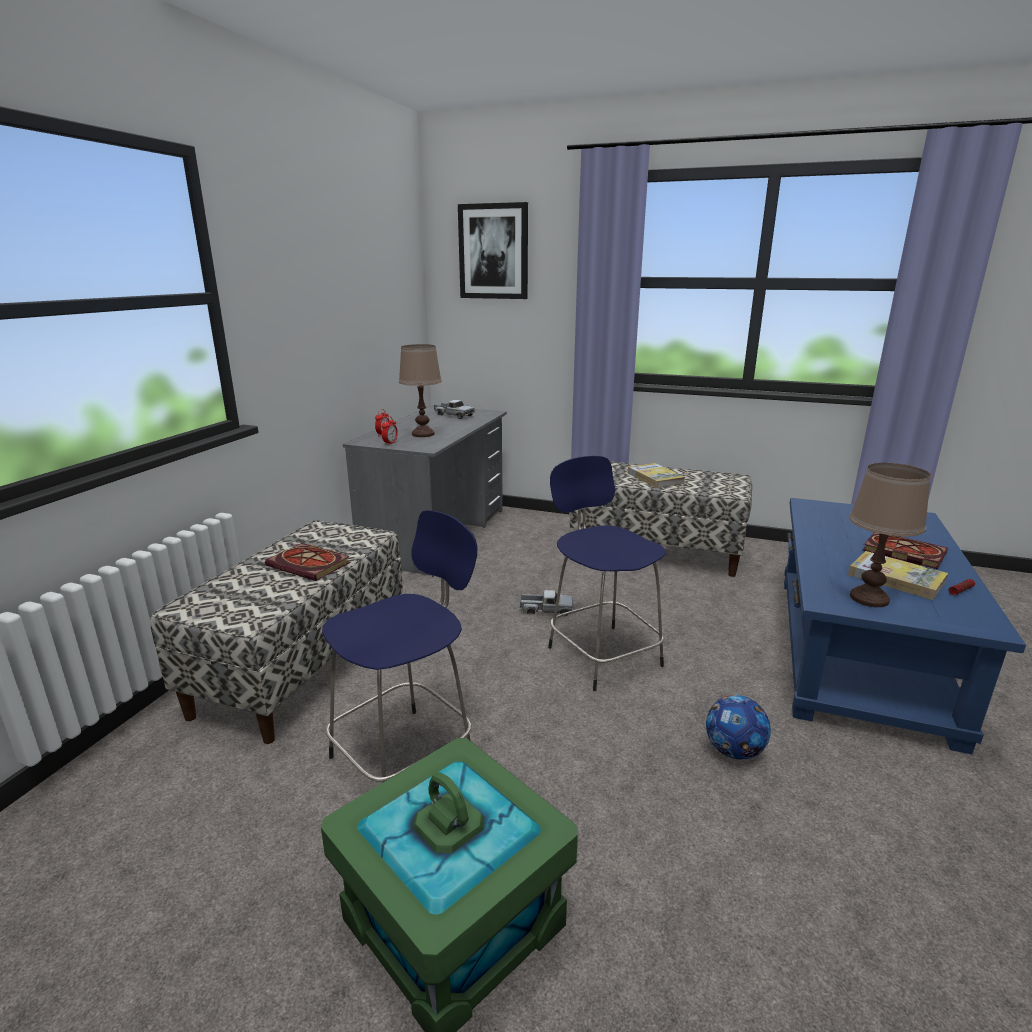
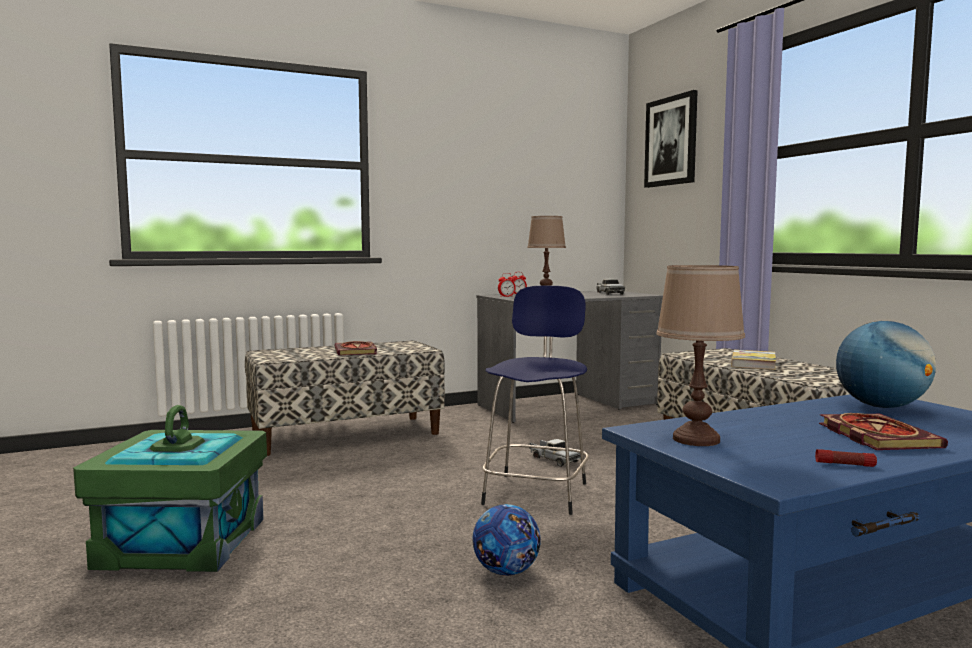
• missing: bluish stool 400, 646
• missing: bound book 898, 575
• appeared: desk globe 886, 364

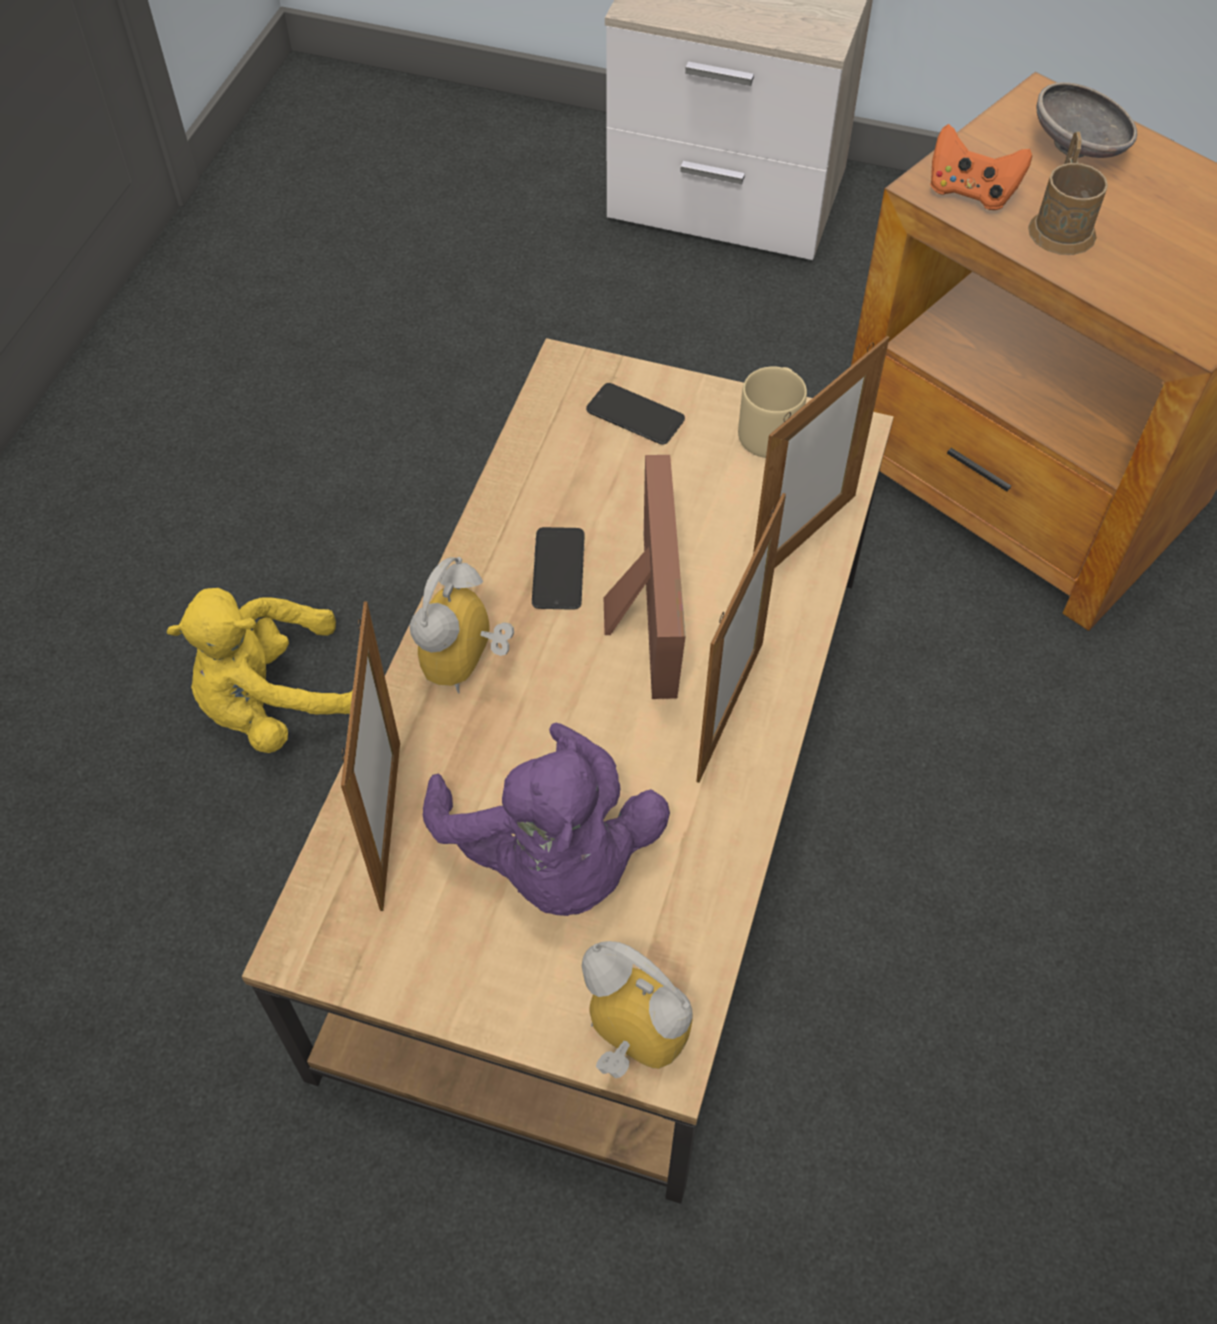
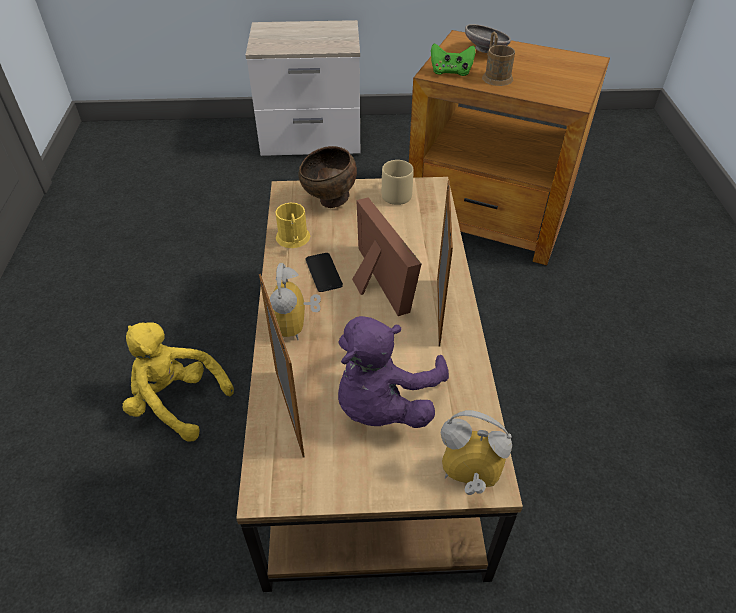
• colour: orange game controller 981, 167 to green game controller 453, 59
• missing: picture frame 821, 452
• exchanged: telephone 635, 414 to brown deep dish 327, 177
• spun: yellow plush toy 260, 670 = 178, 382 75 degrees clockwise
• spun: purple-coloured plush toy 546, 819 = 393, 372 75 degrees clockwise
• appeared: yellow tea mug 292, 225

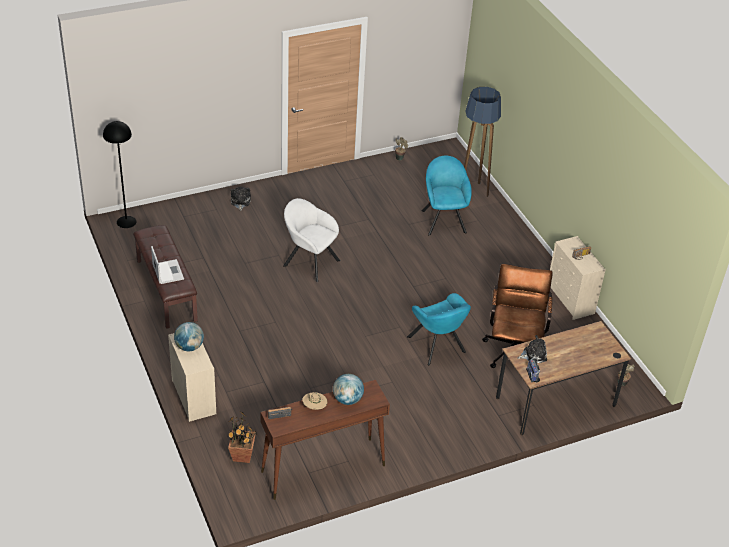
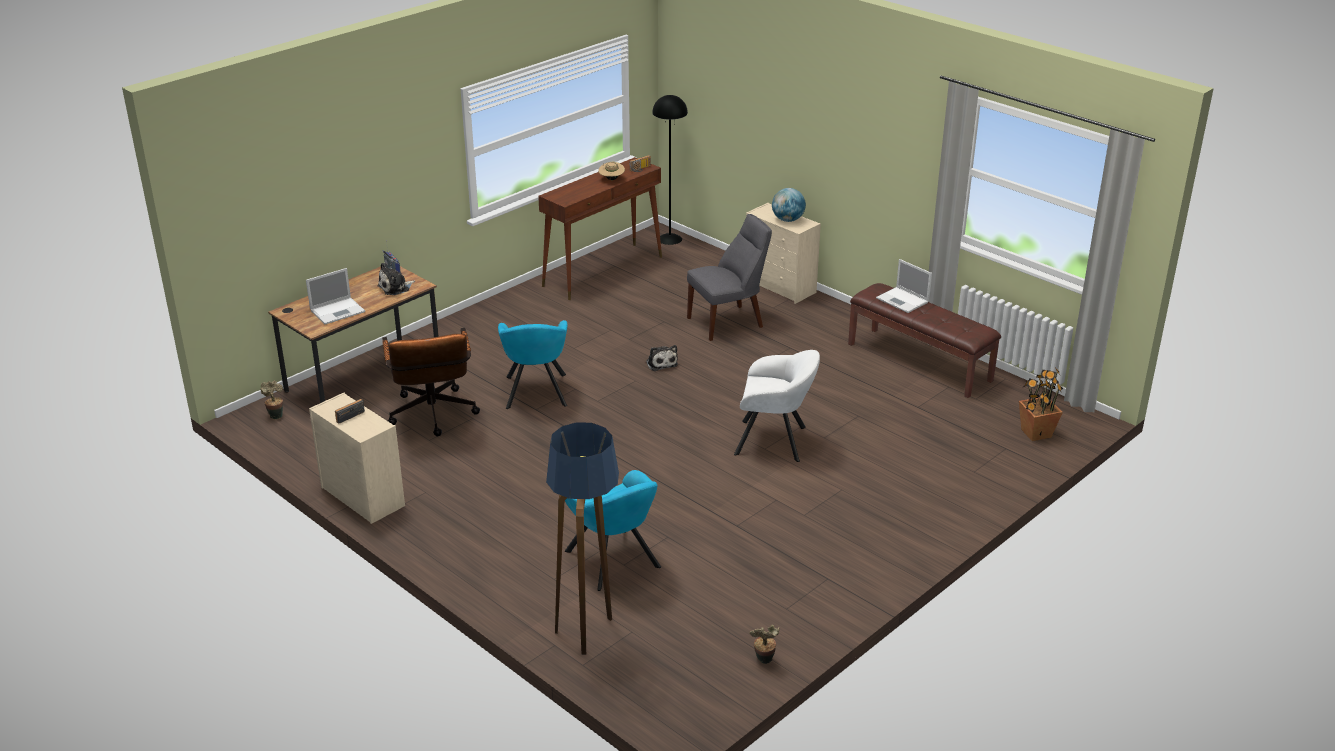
• relocated: blackish floor lamp 119, 174 to 670, 170
• relocated: plush toy 241, 199 to 662, 358
• spun: blue-green easy chair 439, 329 = 532, 364 135 degrees counterclockwise
• missing: desk globe 348, 389
• relocated: plant in a pot 242, 437 to 1041, 404
• appeared: gray upright chair 729, 277
• appeared: notebook computer 335, 296

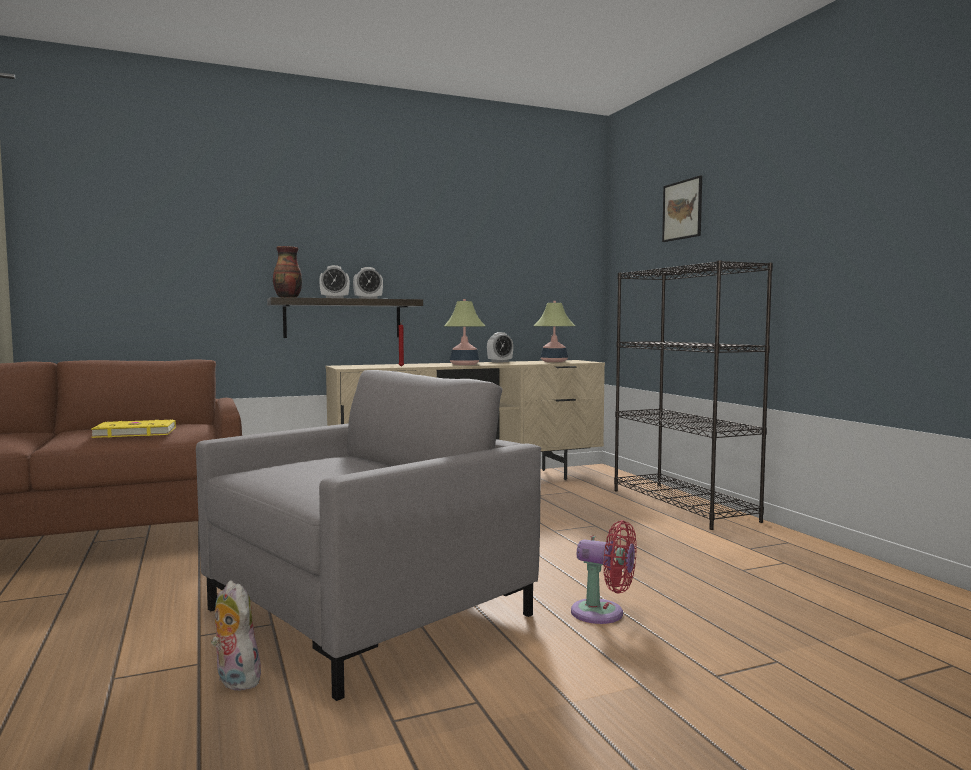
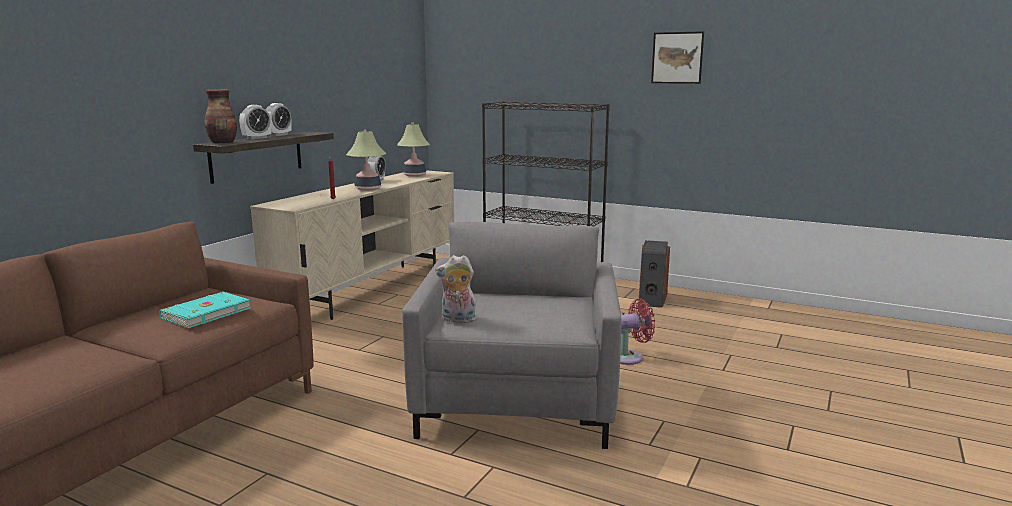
• relocated: wall art 682, 208 to 677, 57
• colour: yellow bound book 133, 428 to blue-green bound book 205, 310
• relocated: plush toy 236, 636 to 456, 289
• appeared: loudspeaker 654, 274

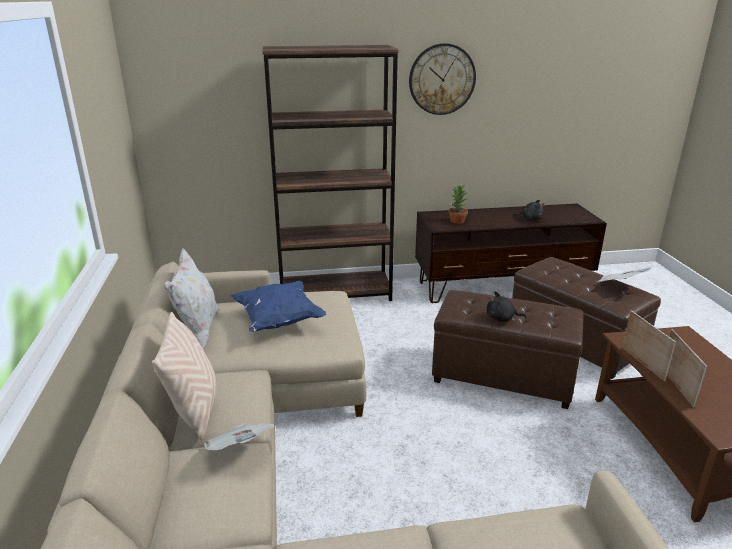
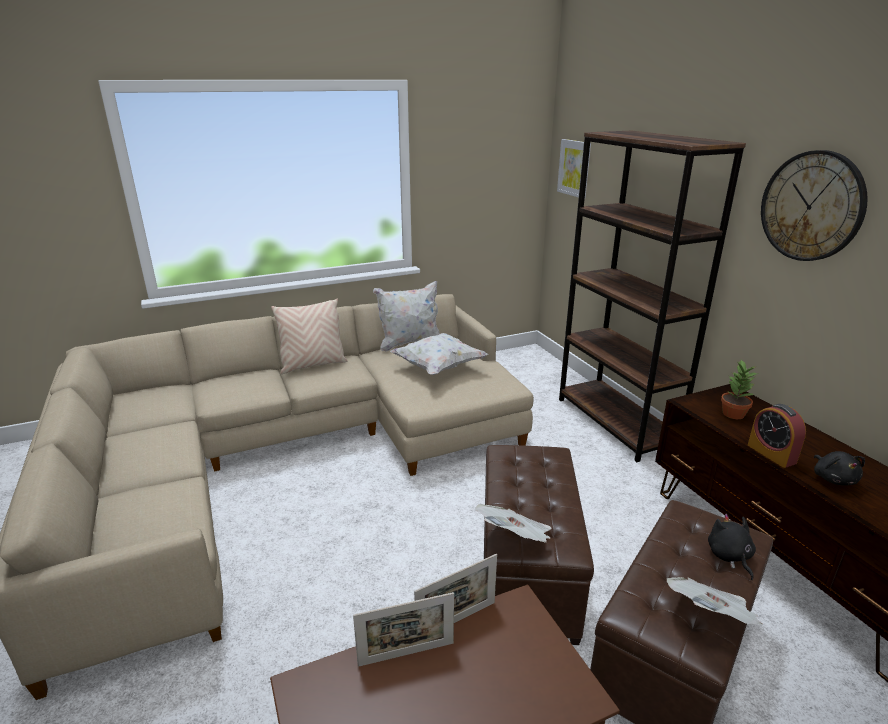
• colour: bluish throw pillow 278, 306 to whitish throw pillow 439, 354
• relocated: blackish plush toy 506, 306 to 732, 547
• relocated: newspaper 239, 436 to 513, 523
• appeared: wall art 574, 168
• appeared: table clock 777, 436

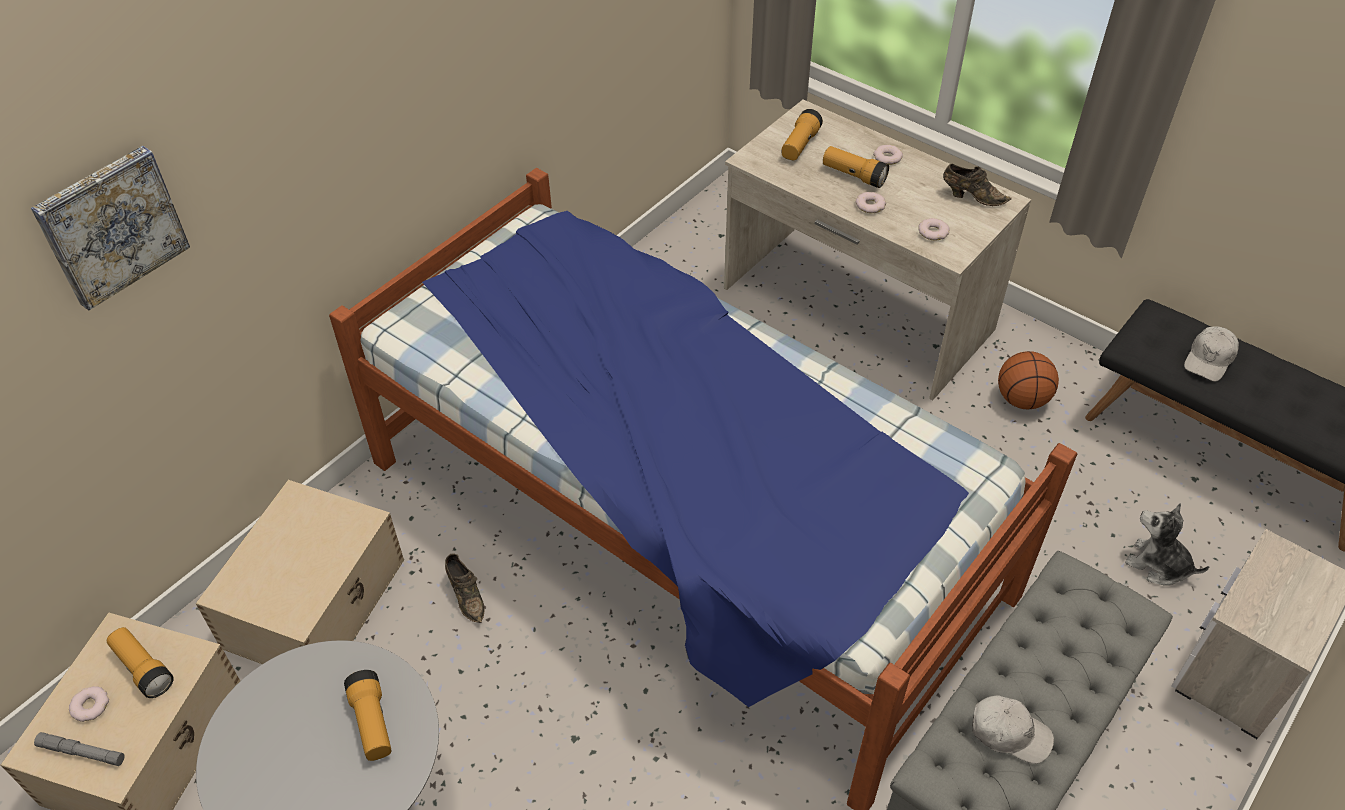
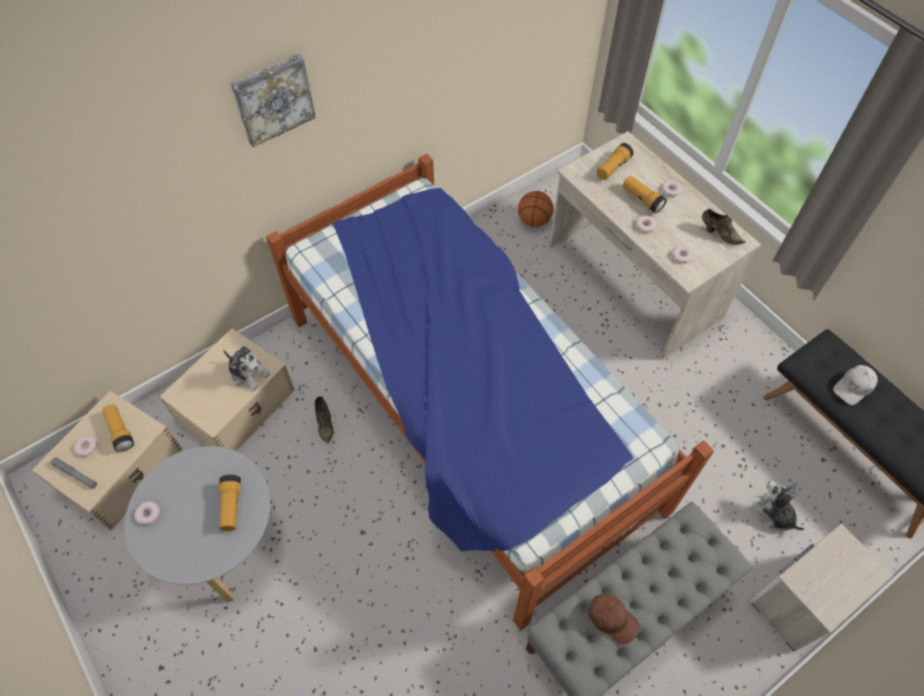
• relocated: wall art 110, 228 to 273, 100
• relocated: ball for basketball 1028, 380 to 536, 209
• colour: whitish cap 1013, 729 to brown cap 614, 619
• appeared: plush toy 246, 368
• appeared: ring doughnut 147, 513

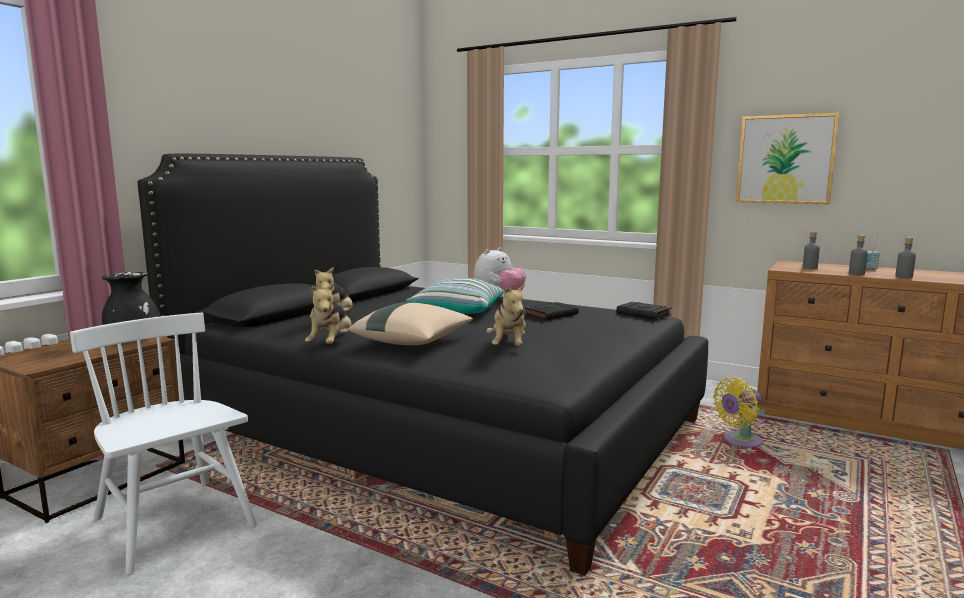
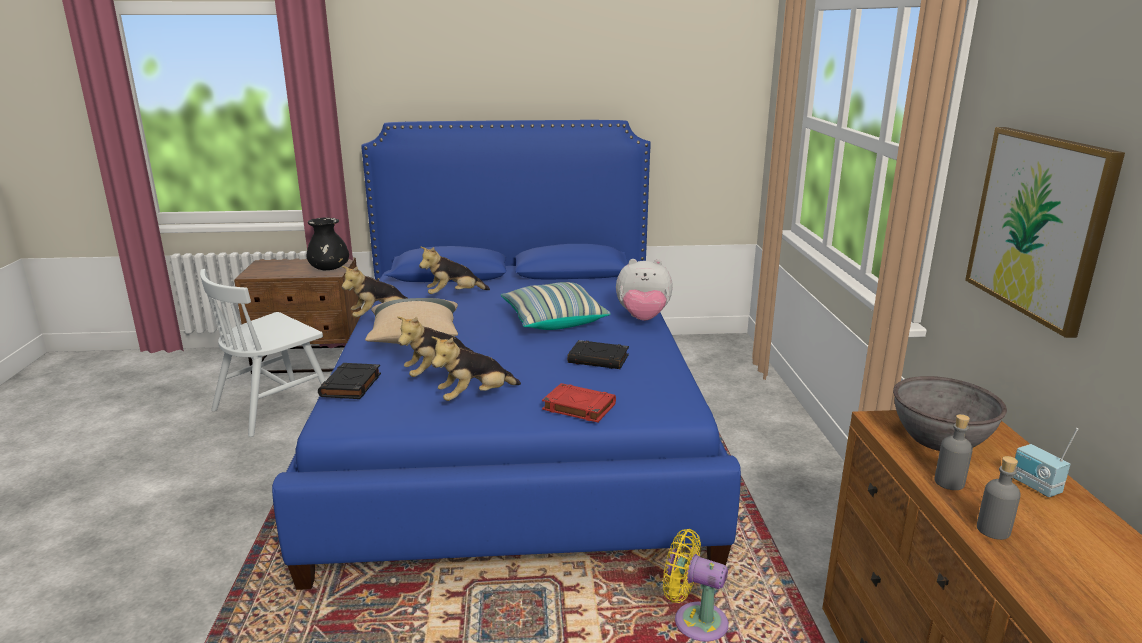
• colour: blackish bed 423, 365 to bluish bed 506, 355
• exchanged: gray beverage bottle 811, 250 to gray deep dish 950, 413
• relocated: blackish bound book 644, 311 to 349, 381
• spun: whitish upright chair 163, 444 = 263, 353 150 degrees counterclockwise
• appeared: plush toy 476, 368
• appeared: red bound book 579, 403

